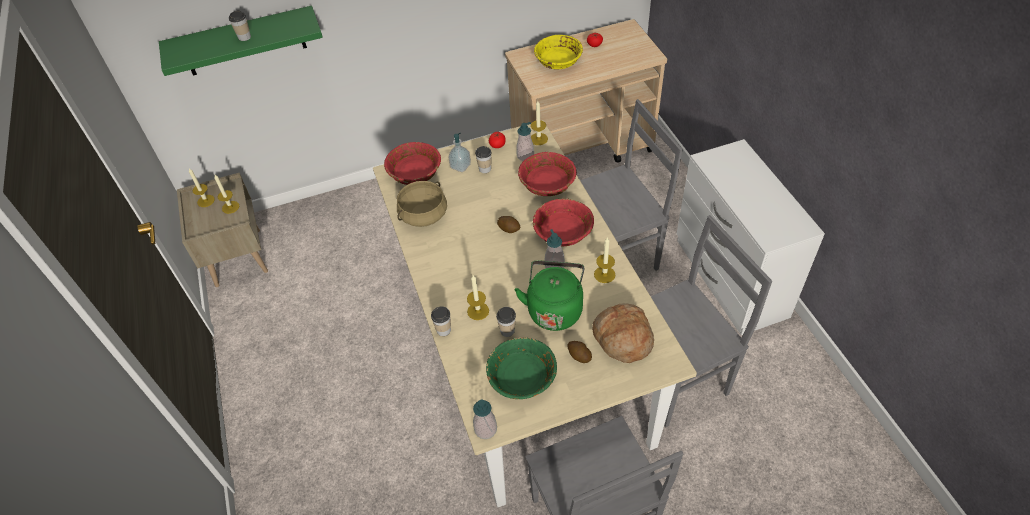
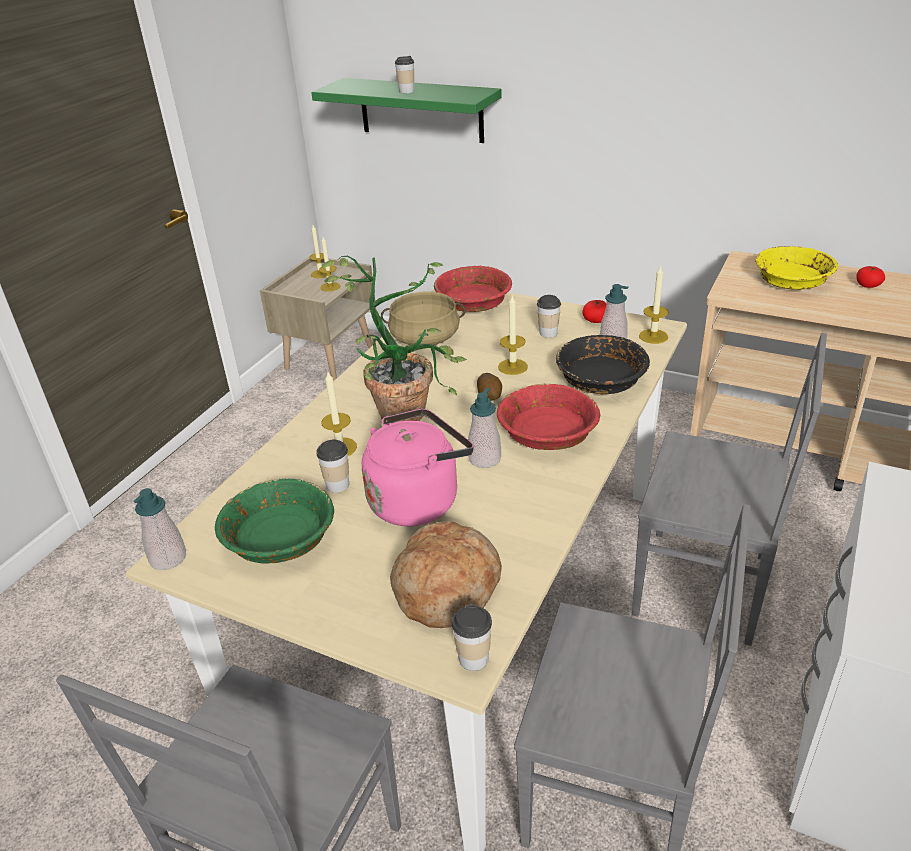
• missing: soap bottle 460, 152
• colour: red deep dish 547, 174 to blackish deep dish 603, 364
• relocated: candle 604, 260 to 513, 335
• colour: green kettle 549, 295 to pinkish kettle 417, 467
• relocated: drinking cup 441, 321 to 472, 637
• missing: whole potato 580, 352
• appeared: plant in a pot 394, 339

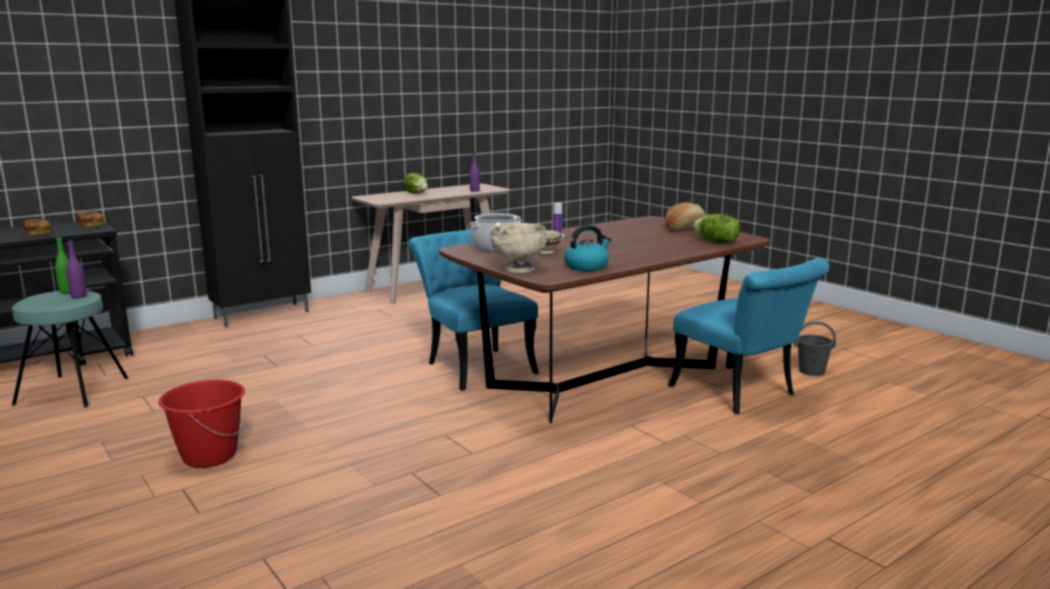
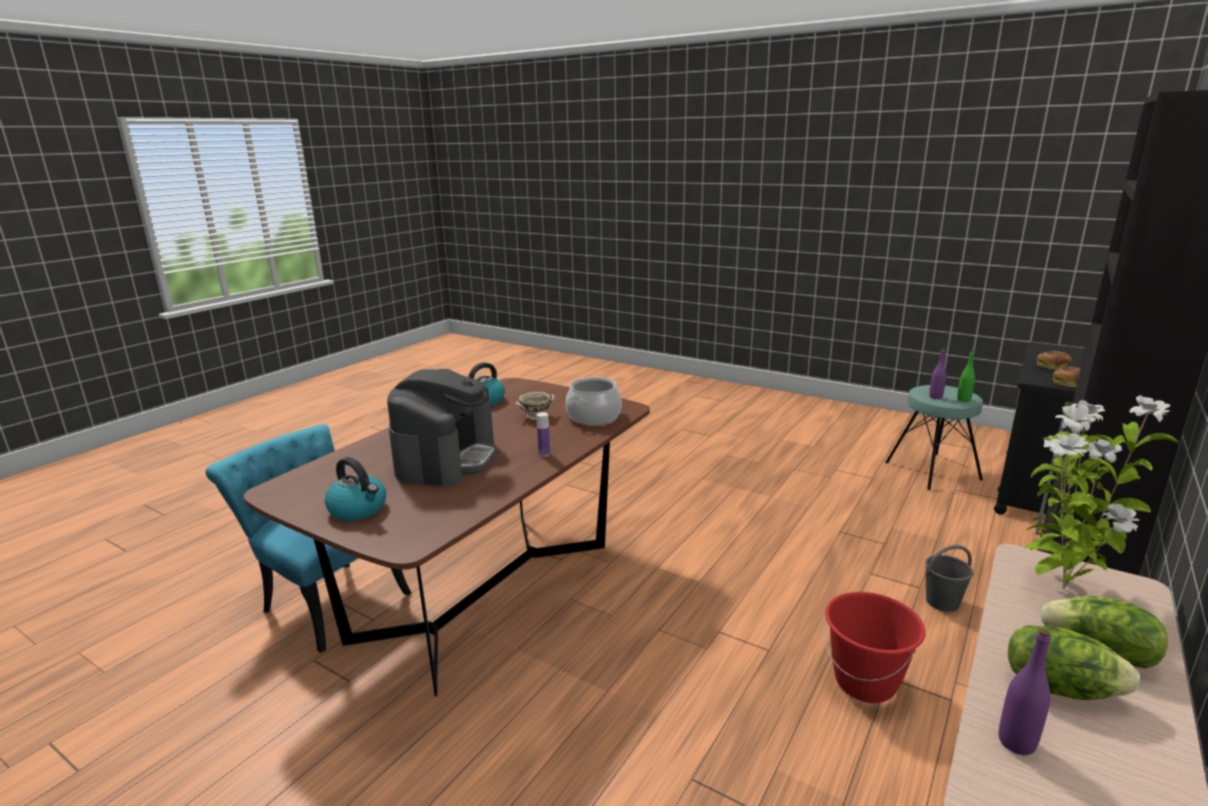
• exchanged: bakery bread 685, 216 to kettle 355, 489
• relocated: lettuce head 716, 228 to 1074, 662
• missing: beige deep dish 518, 248
• missing: blue-green upright chair 473, 310
• relocated: gray water bucket 815, 348 to 949, 578
• relocated: red water bucket 201, 424 to 875, 647
• appeared: coffee brewer 442, 428
• appeared: plant in a pot 1102, 492

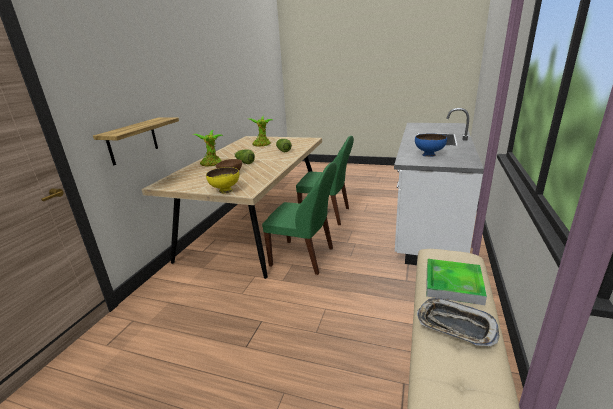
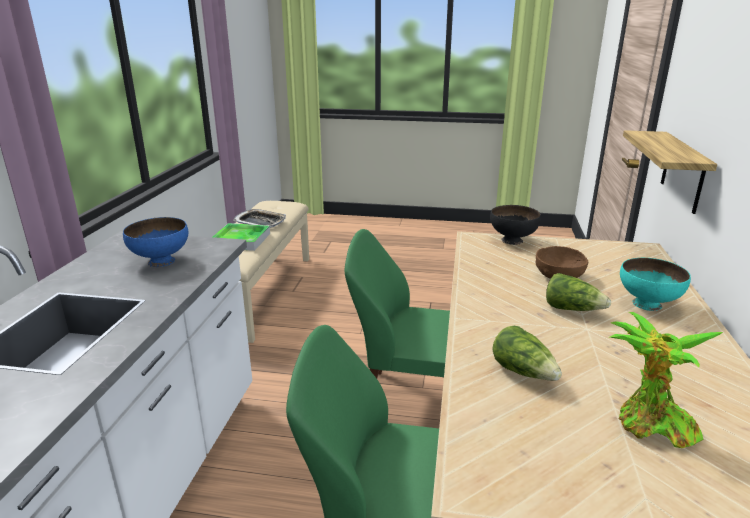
• exchanged: plant in a pot 208, 148 to blue-green deep dish 655, 284
• colour: yellow deep dish 222, 180 to blackish deep dish 515, 225

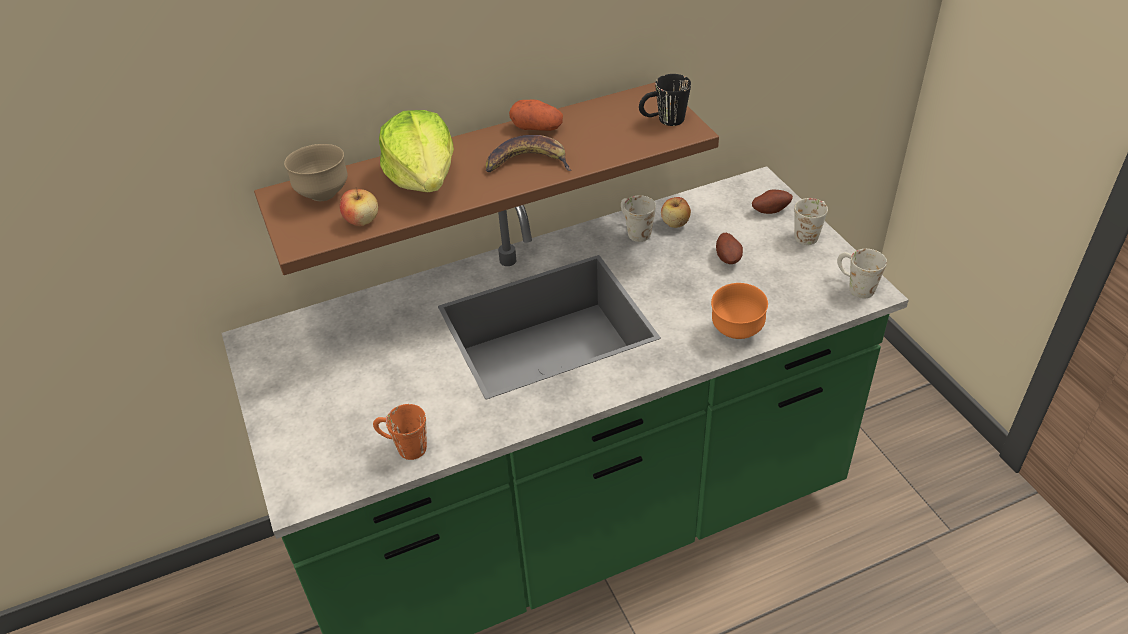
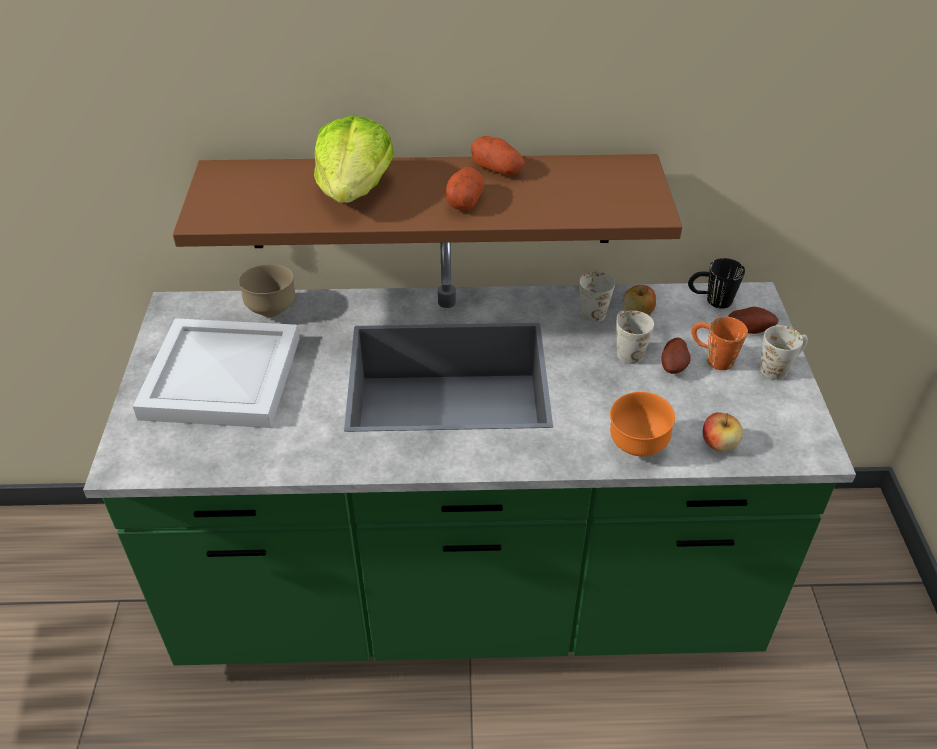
• relocated: blackish tea mug 665, 100 to 716, 283
• exchanged: banana fruit 528, 153 to whole potato 465, 189
• relocated: brown deep dish 315, 172 to 267, 290
• relocated: apple fruit 359, 206 to 723, 431
• relocated: whitish tea mug 862, 273 to 635, 337
• relocated: orange tea mug 400, 432 to 719, 343
• appeared: whitish carrying tray 216, 373

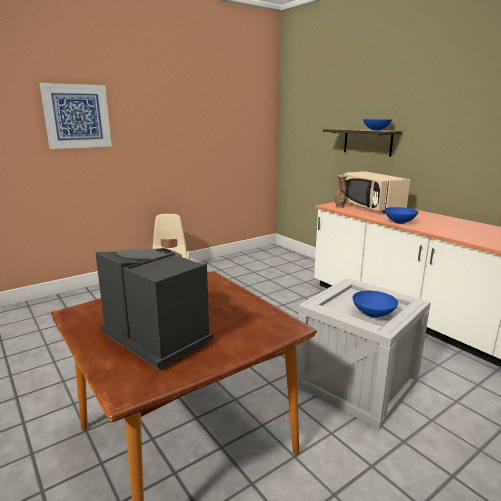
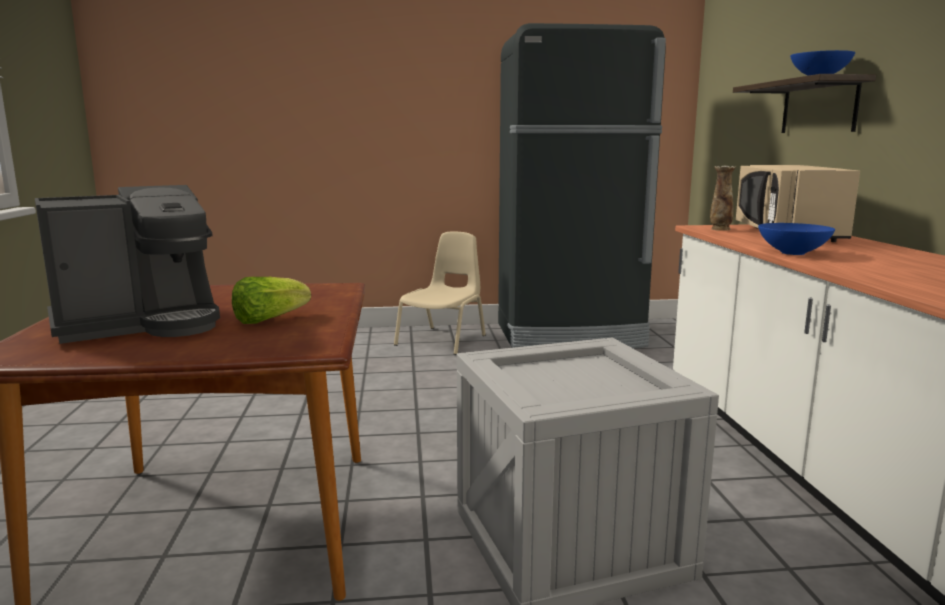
• missing: wall art 76, 116
• spun: coffee brewer 154, 309 = 127, 264 75 degrees clockwise
• missing: bluish deep dish 375, 304
• appeared: blackish refrigerator 582, 186
• appeared: lettuce head 271, 300

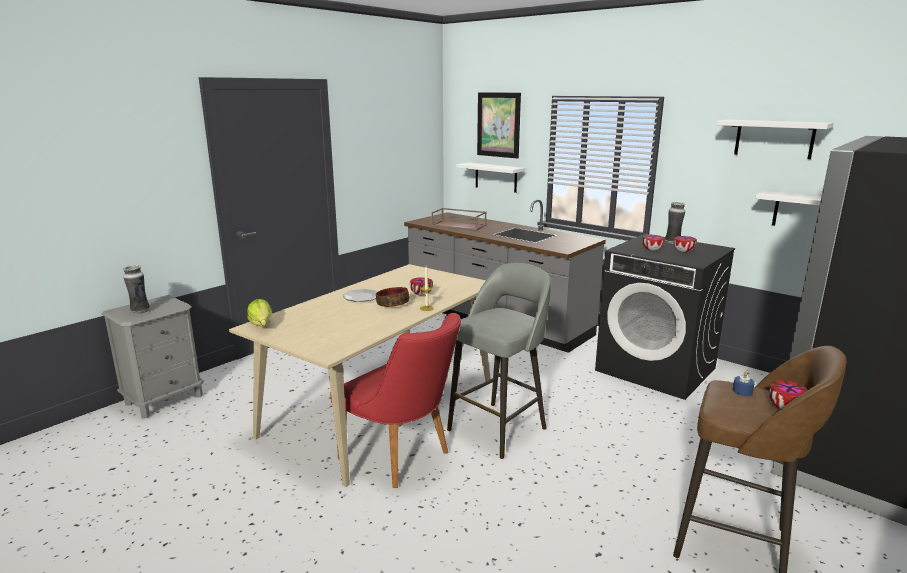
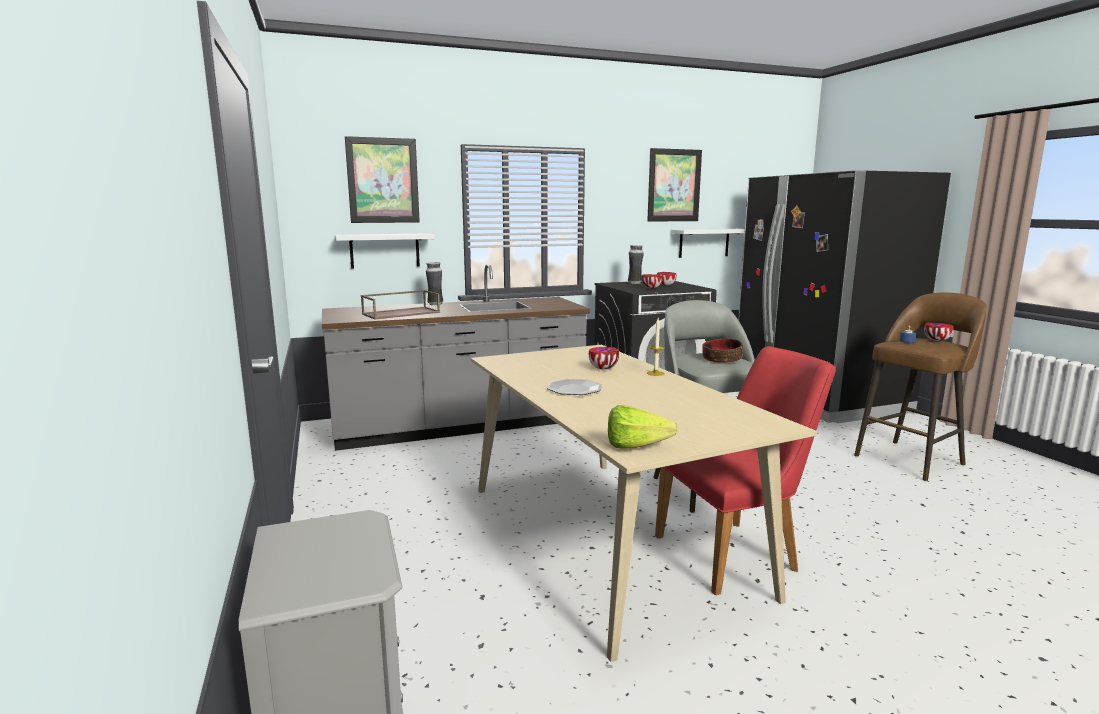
• exchanged: whitish shelf 775, 139 to wall art 674, 185
• relocated: flower vase 136, 289 to 434, 283
• relocated: deep dish 392, 297 to 723, 351

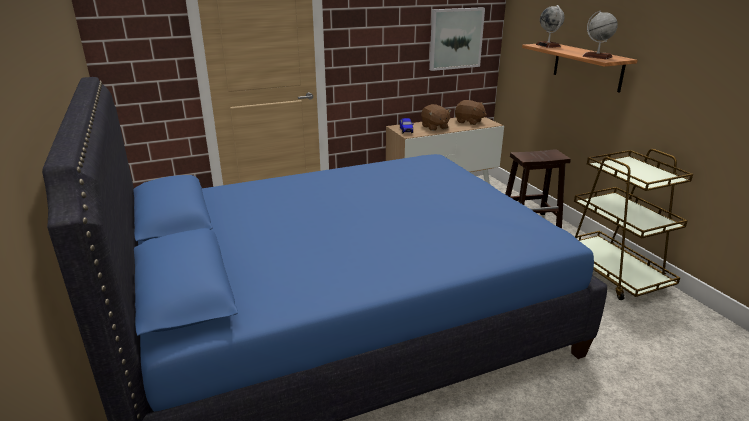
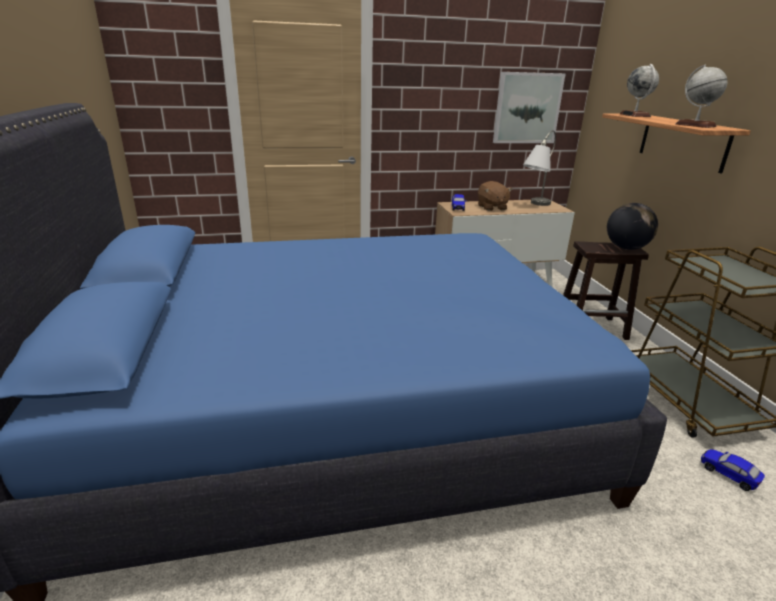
• exchanged: brown plush toy 471, 112 to gray lamp for a table 539, 168
• appeared: desk globe 632, 226
• appeared: toy car 733, 470

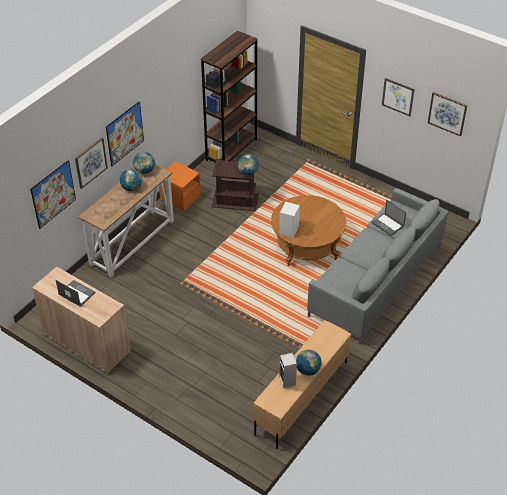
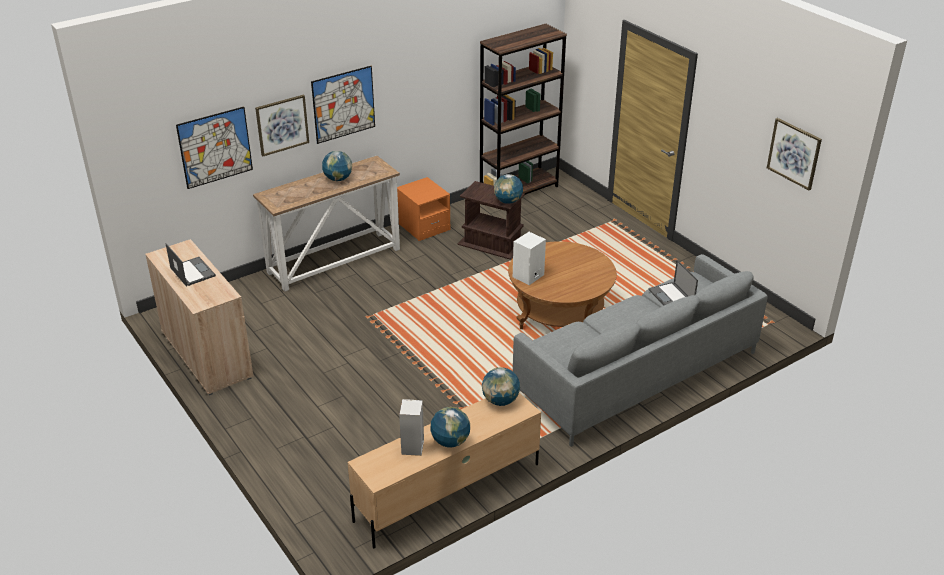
• missing: wall art 398, 97
• relocated: desk globe 144, 163 to 501, 386

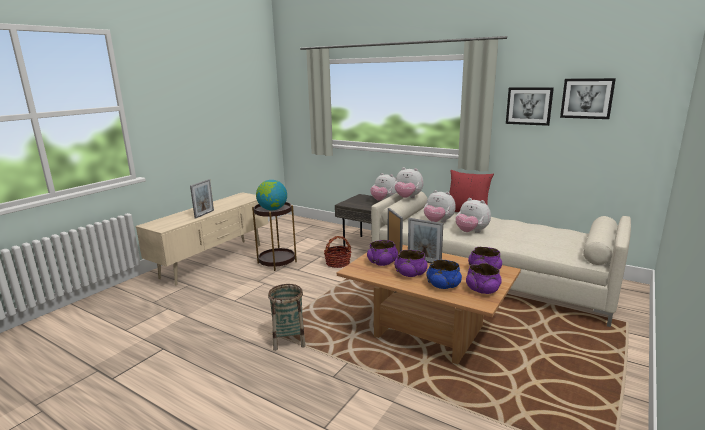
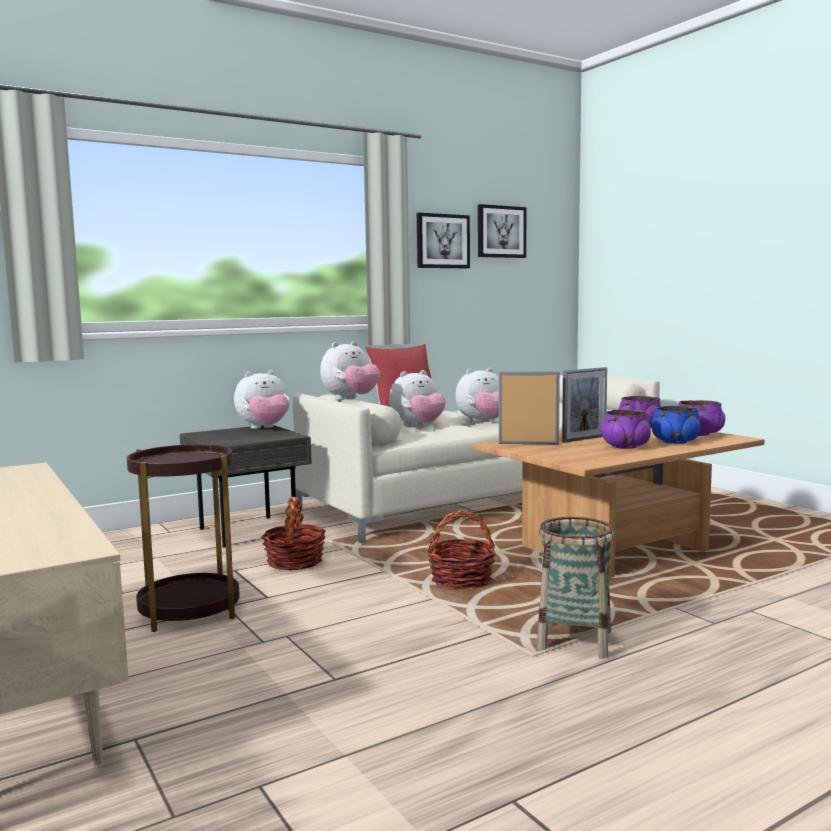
• missing: picture frame 202, 199
• missing: desk globe 271, 195
• missing: purple-coloured deep dish 382, 253
• appeared: basket 461, 550

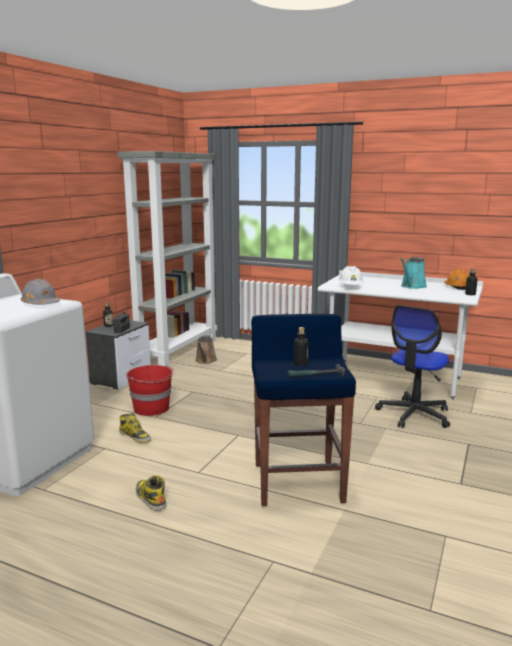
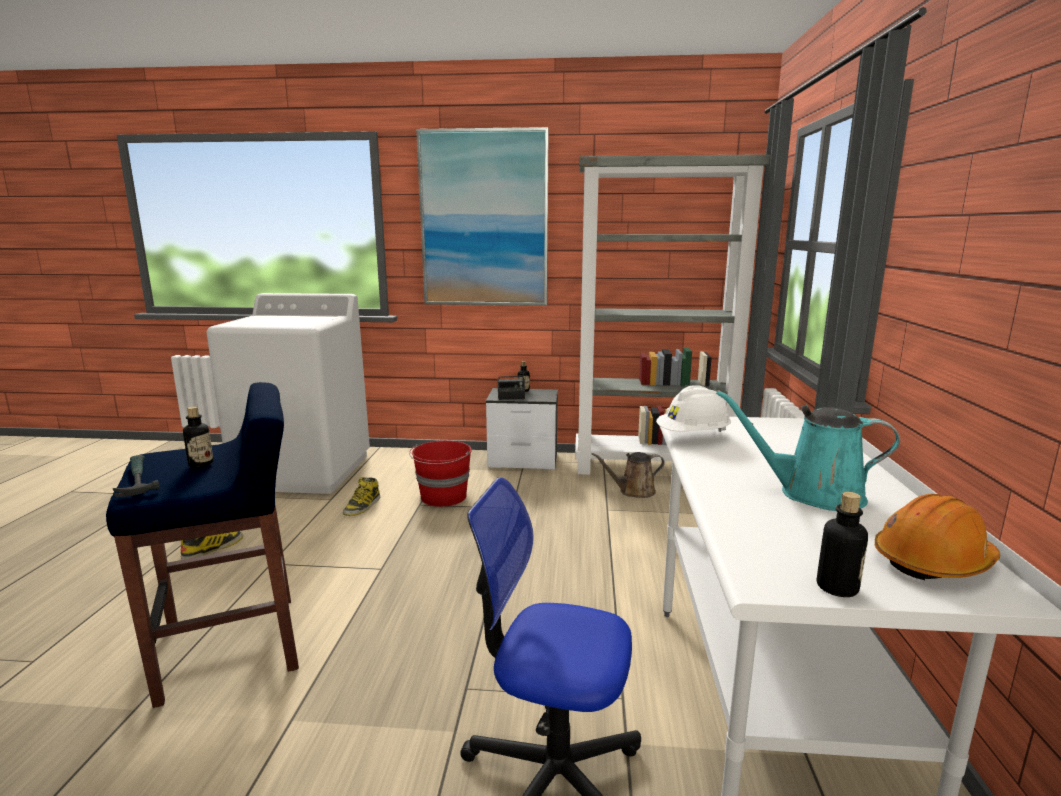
• missing: gray hard hat 40, 292
• appeared: wall art 482, 216

